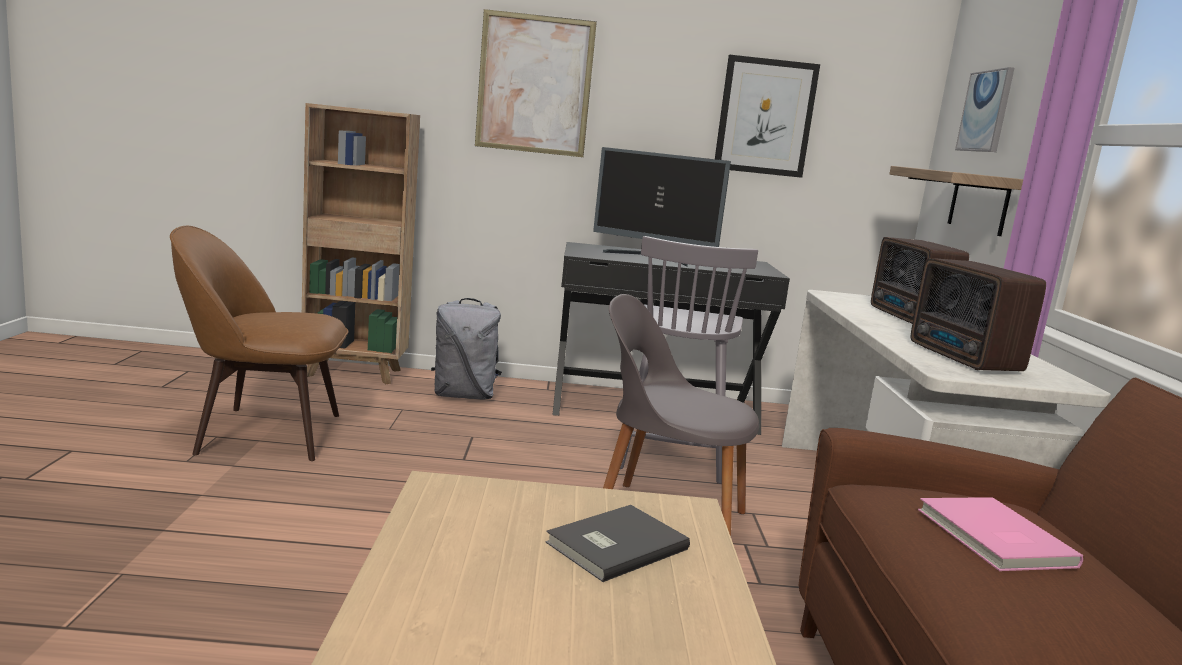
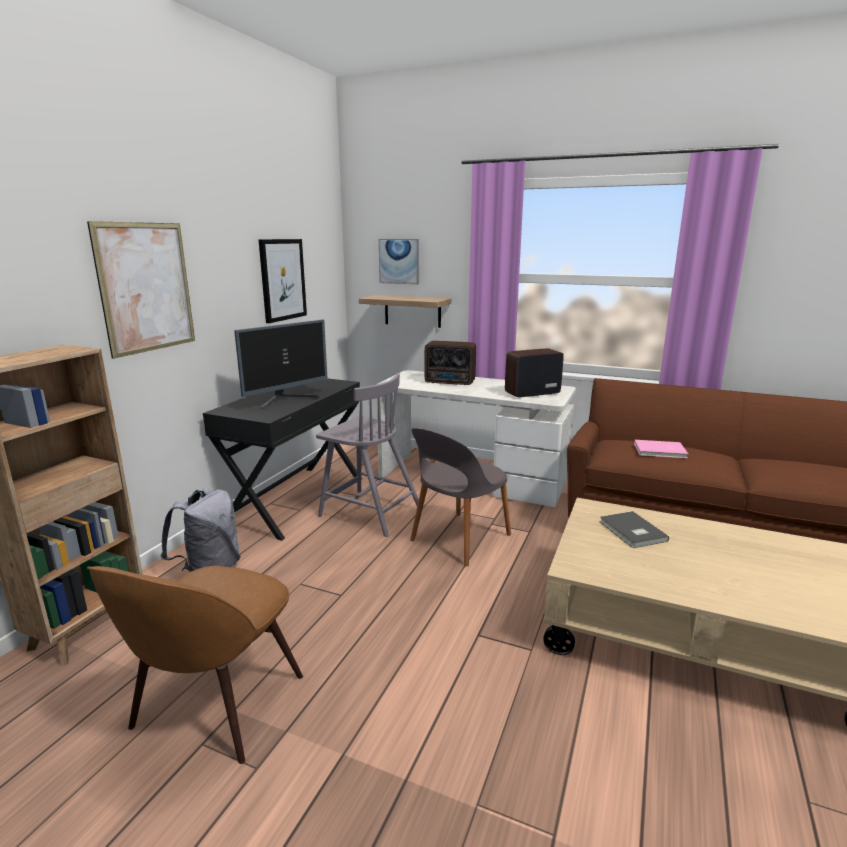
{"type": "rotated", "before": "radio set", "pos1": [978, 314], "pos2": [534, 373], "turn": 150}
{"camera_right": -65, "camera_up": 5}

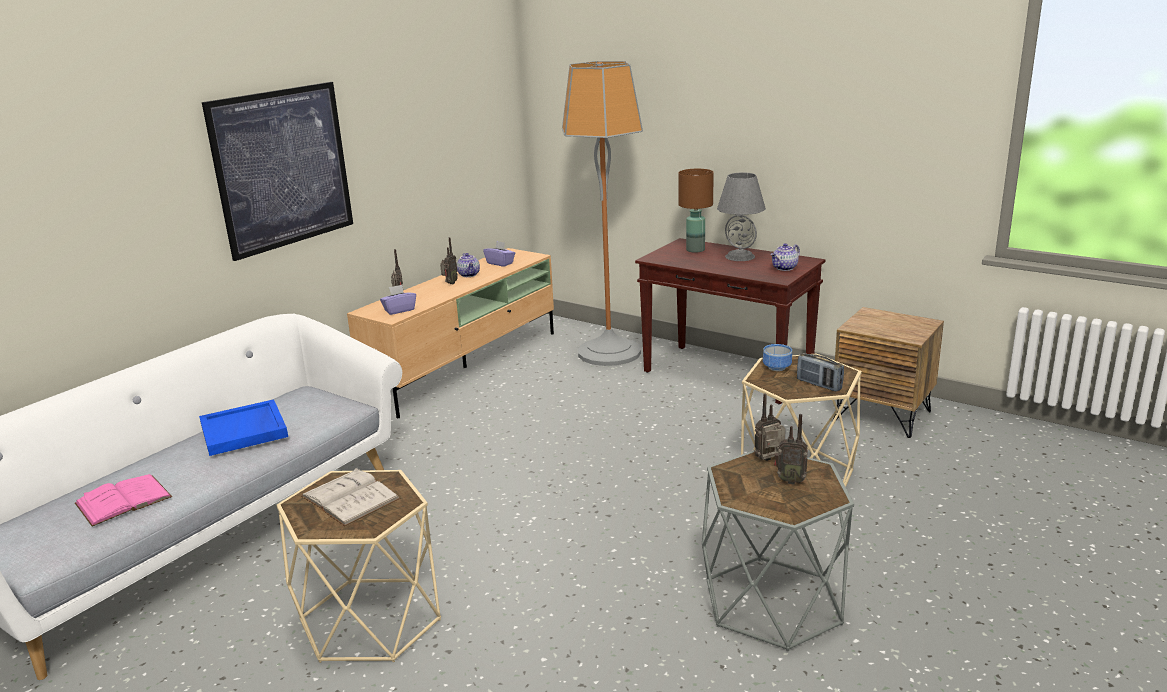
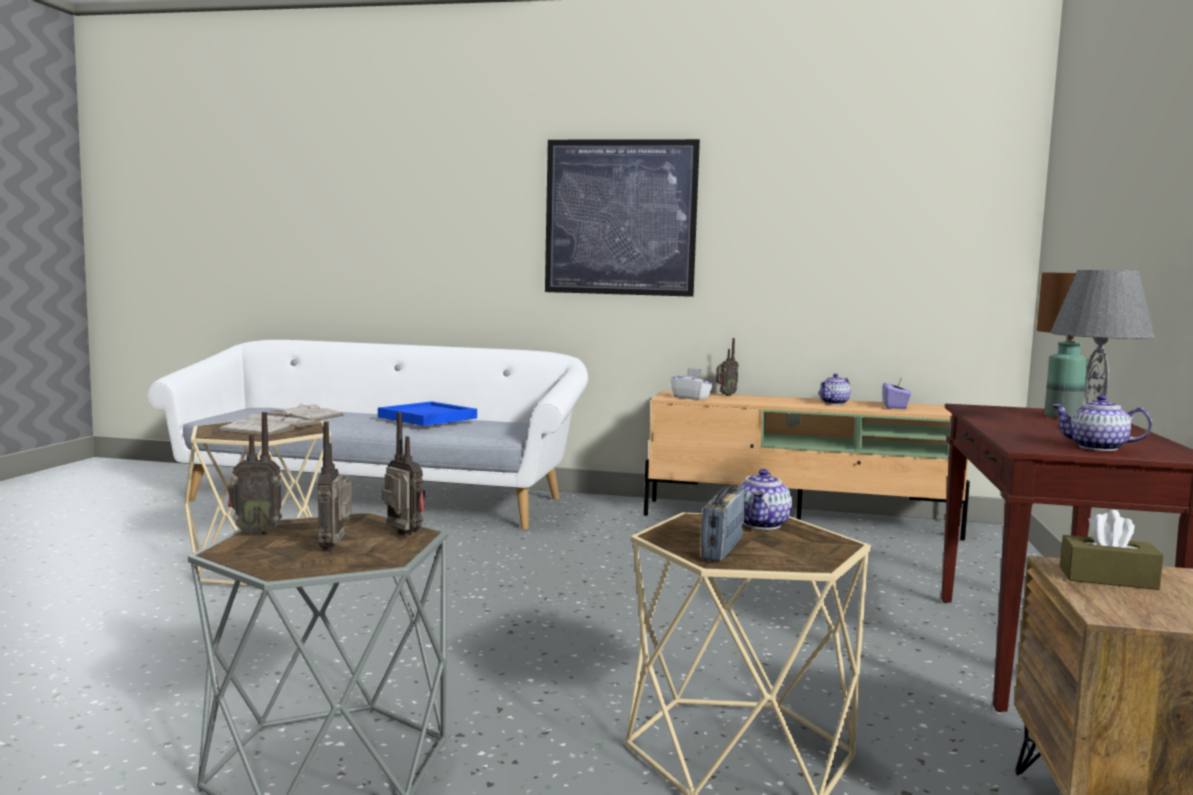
{"type": "gone", "before": "standing lamp", "pos1": [602, 213]}
{"type": "new", "after": "brownish box of tissues", "pos2": [1112, 550]}
{"type": "shifted", "before": "radio set", "pos1": [449, 260], "pos2": [254, 474]}
{"type": "swapped", "before": "serving bowl", "after": "tea pot", "pos1": [777, 357], "pos2": [765, 499]}
{"type": "repainted", "before": "pinkish volume", "after": "white volume", "pos1": [123, 500], "pos2": [305, 412]}
{"type": "repainted", "before": "purple box of tissues", "after": "white box of tissues", "pos1": [398, 300], "pos2": [691, 384]}
{"camera_right": 65, "camera_up": -15}

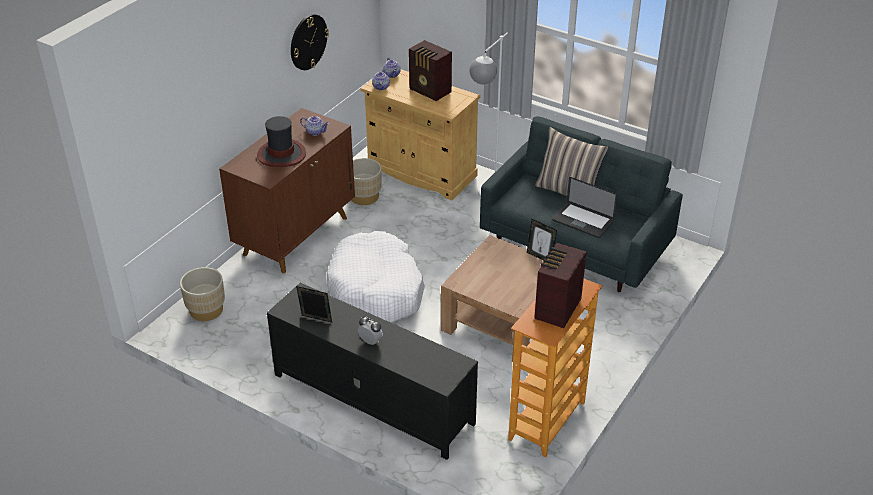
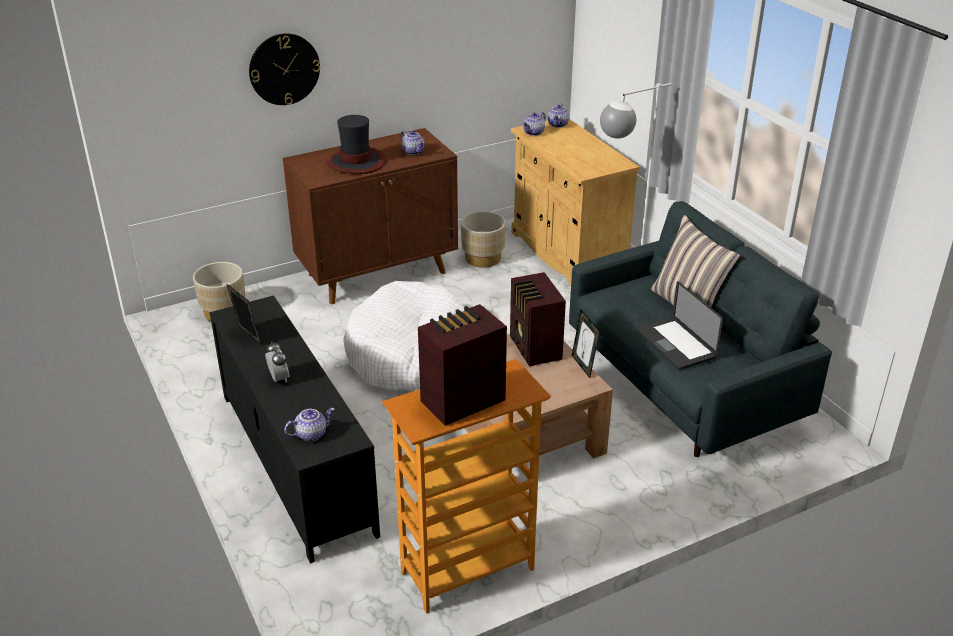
{"type": "new", "after": "tea pot", "pos2": [309, 425]}
{"type": "shifted", "before": "clock on the wall", "pos1": [310, 42], "pos2": [284, 69]}
{"type": "shifted", "before": "radio set", "pos1": [430, 70], "pos2": [538, 319]}
{"camera_right": 30, "camera_up": -5}

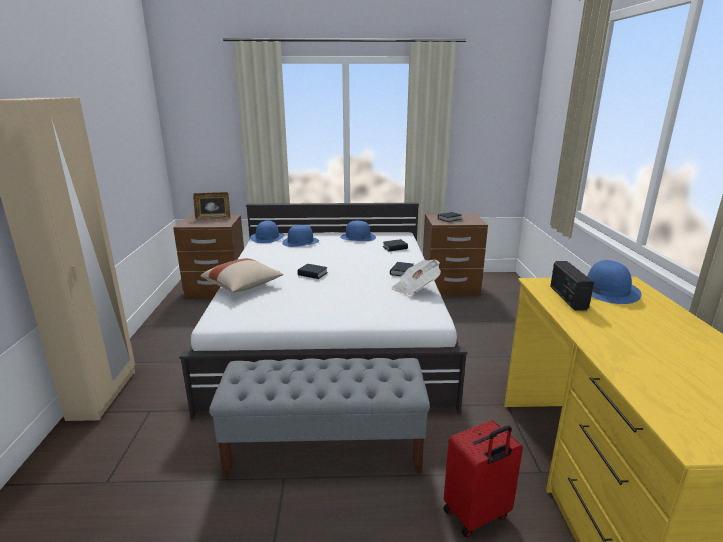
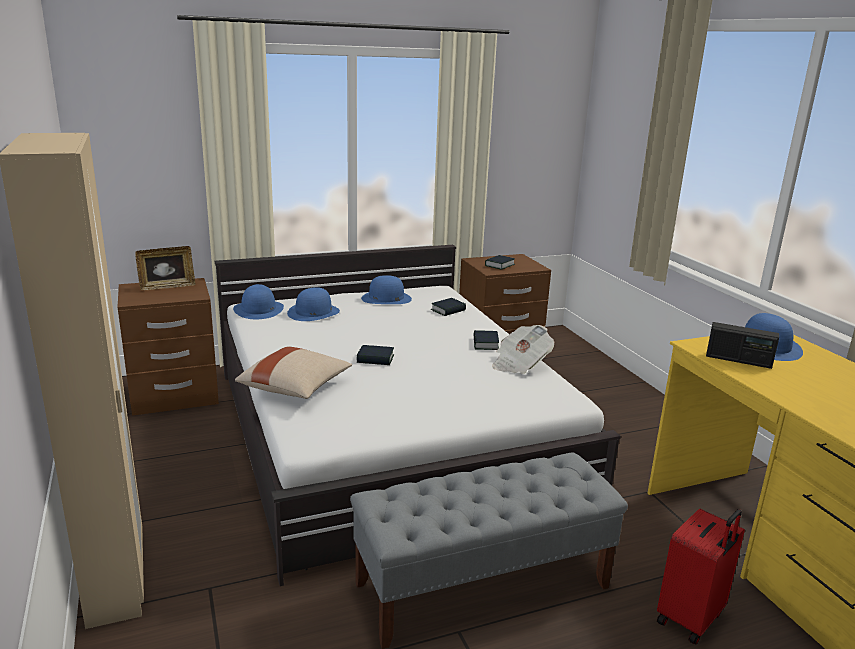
{"type": "rotated", "before": "radio set", "pos1": [572, 285], "pos2": [742, 345], "turn": -45}
{"camera_right": -20, "camera_up": 0}

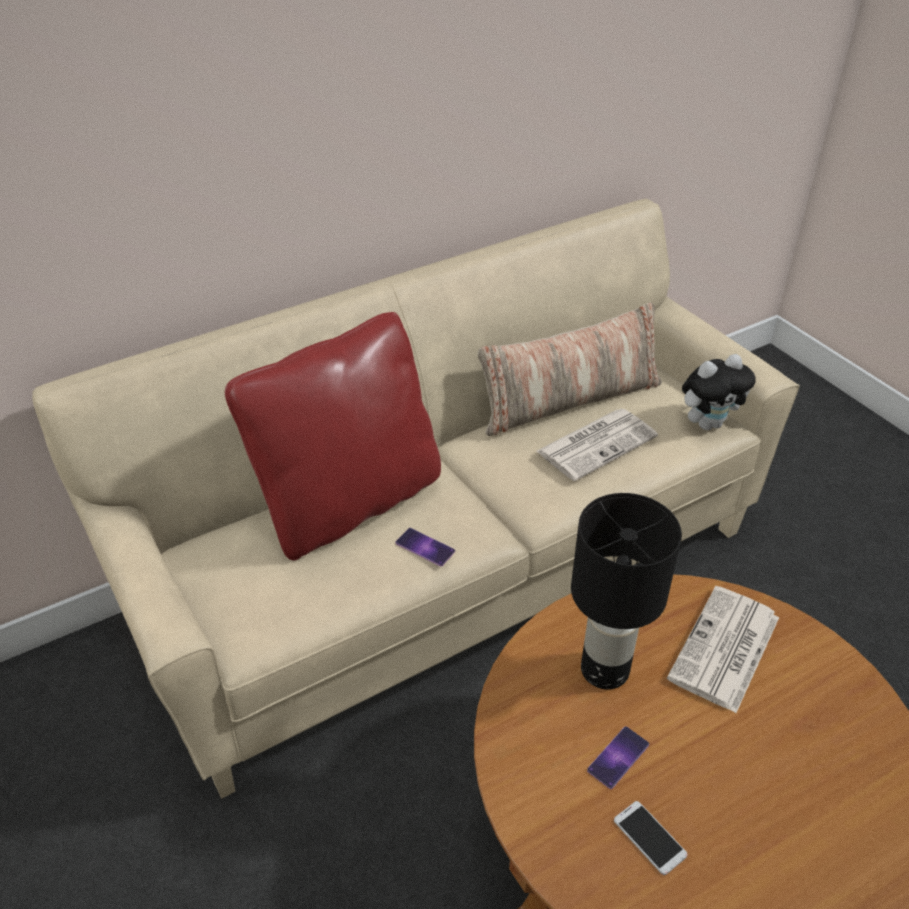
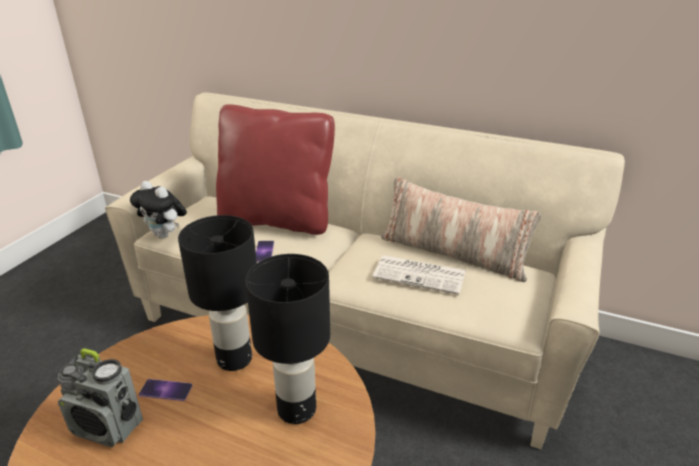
{"type": "shifted", "before": "soft toy", "pos1": [719, 392], "pos2": [158, 210]}
{"type": "swapped", "before": "handset", "after": "radio set", "pos1": [651, 838], "pos2": [100, 397]}
{"type": "swapped", "before": "printed paper", "after": "black-coloured table lamp", "pos1": [723, 649], "pos2": [287, 339]}
{"camera_right": 55, "camera_up": -10}

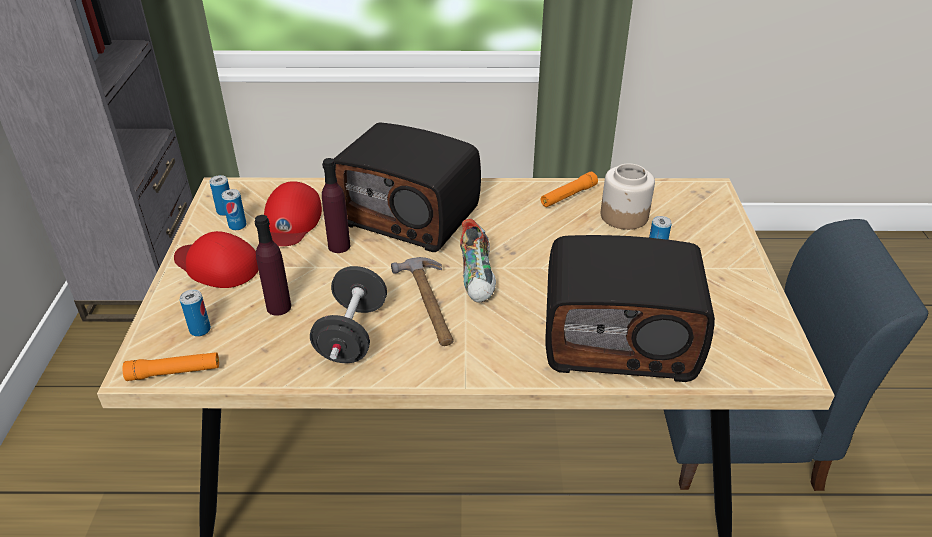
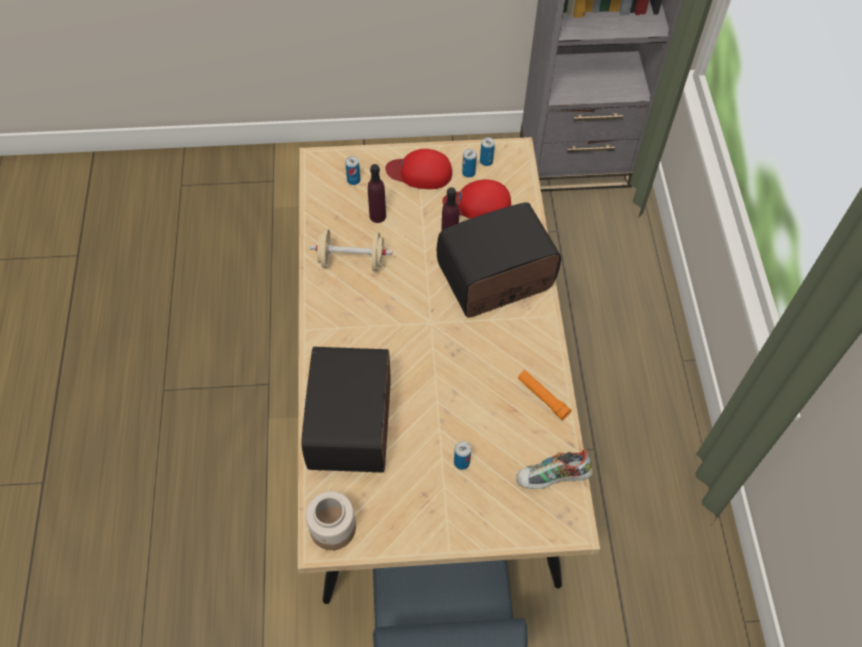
{"type": "gone", "before": "orange-coloured hand torch", "pos1": [170, 366]}
{"type": "gone", "before": "tool hammer", "pos1": [422, 301]}
{"type": "shifted", "before": "item of footwear", "pos1": [478, 261], "pos2": [554, 469]}
{"type": "shifted", "before": "preserve jar", "pos1": [628, 196], "pos2": [331, 520]}
{"type": "repainted", "before": "black-coloured hand weight", "after": "beige hand weight", "pos1": [348, 314], "pos2": [351, 250]}
{"type": "rotated", "before": "red peaked cap", "pos1": [216, 259], "pos2": [418, 169], "turn": -105}
{"type": "rotated", "before": "radio set", "pos1": [407, 187], "pos2": [499, 259], "turn": 45}
{"camera_right": 85, "camera_up": 20}

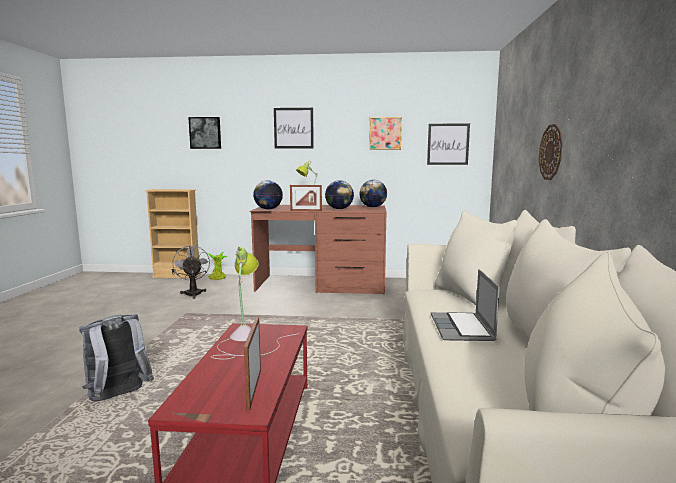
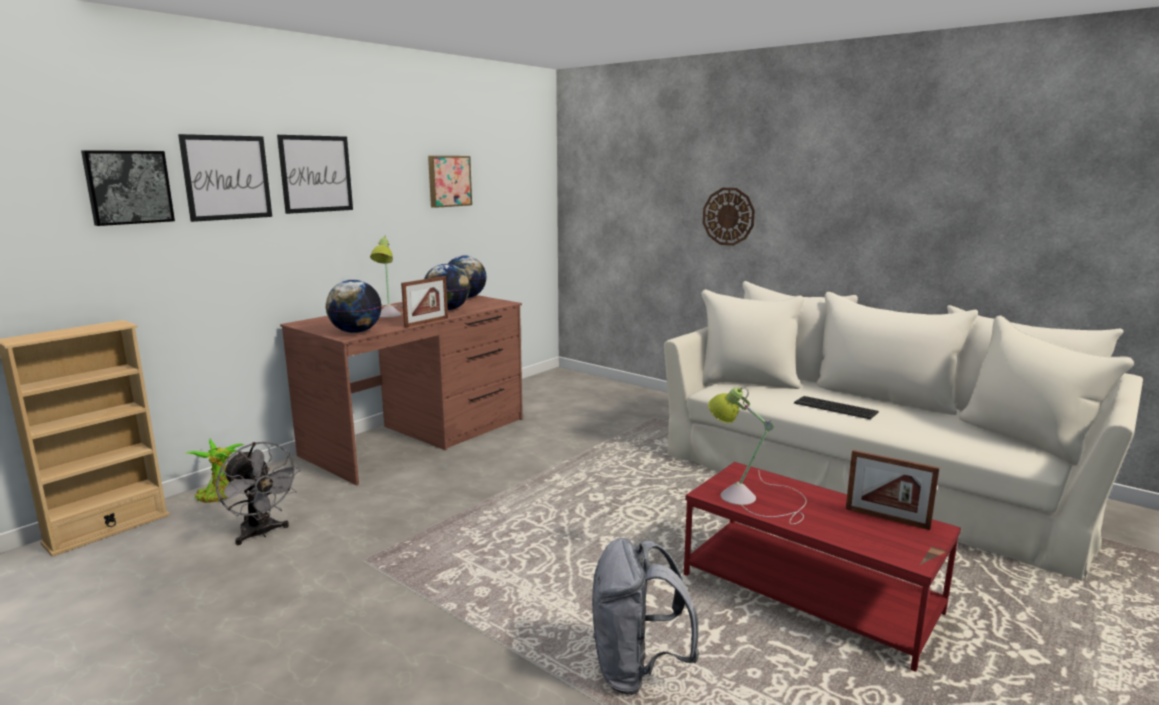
{"type": "shifted", "before": "wall picture", "pos1": [448, 144], "pos2": [225, 178]}
{"type": "swapped", "before": "portable computer", "after": "PC keyboard", "pos1": [465, 305], "pos2": [836, 407]}
{"type": "rotated", "before": "greyish fan", "pos1": [191, 272], "pos2": [258, 493], "turn": -150}
{"camera_right": -55, "camera_up": 5}

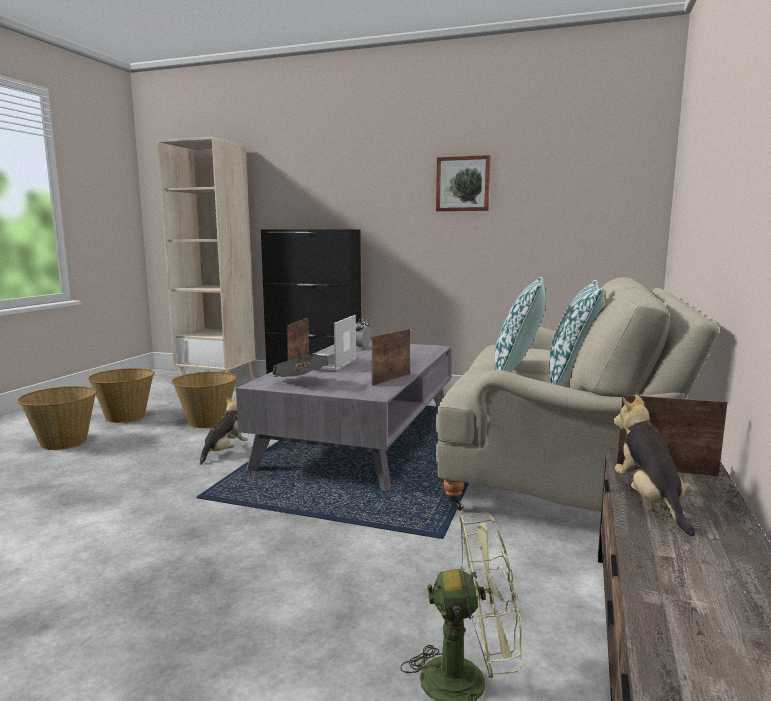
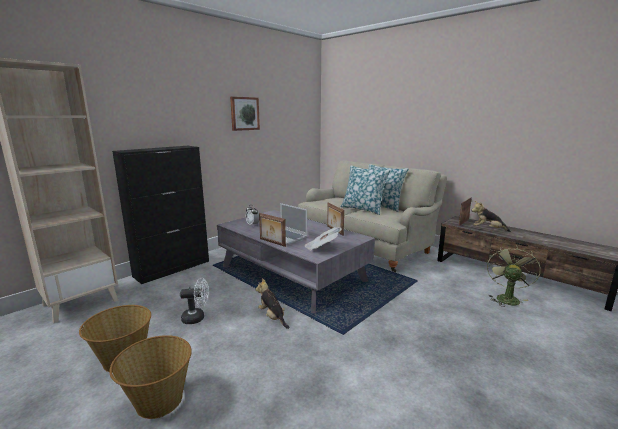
{"type": "swapped", "before": "storage basket", "after": "white fan", "pos1": [204, 400], "pos2": [194, 301]}
{"camera_right": -65, "camera_up": 5}

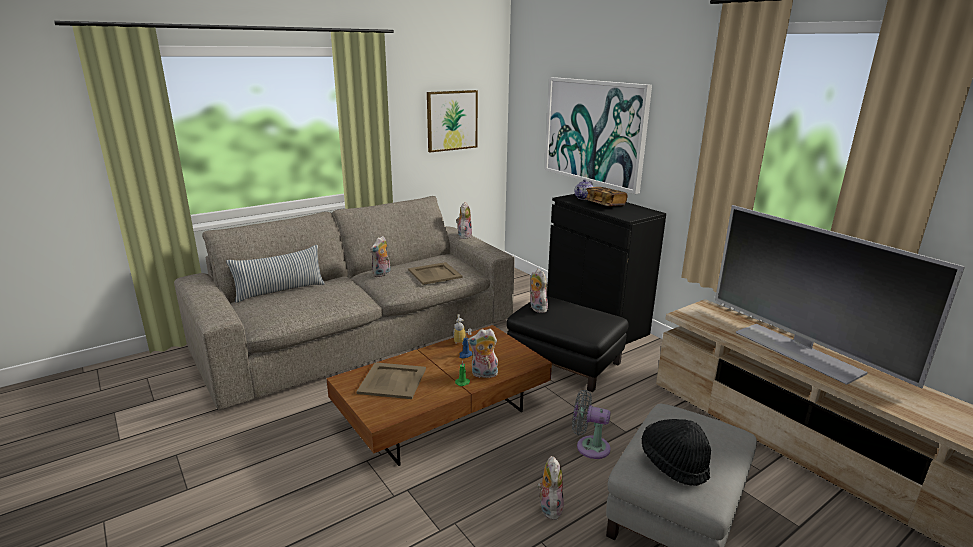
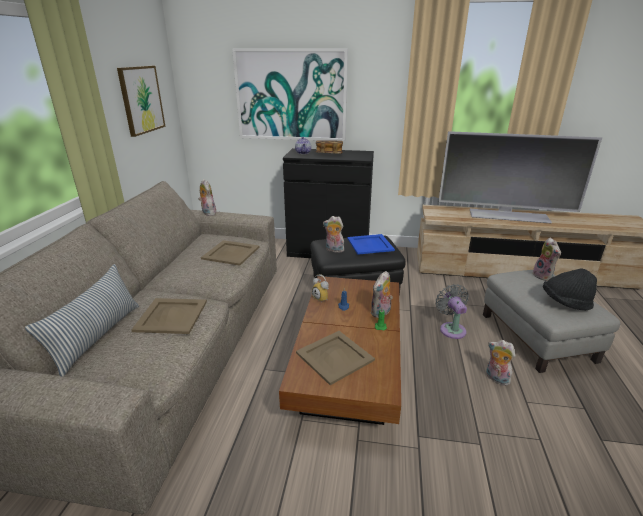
{"type": "new", "after": "beige carrying tray", "pos2": [169, 316]}
{"type": "new", "after": "blue-coloured carrying tray", "pos2": [371, 244]}
{"type": "shifted", "before": "soft toy", "pos1": [380, 256], "pos2": [547, 259]}
{"type": "rotated", "before": "greyish fan", "pos1": [591, 424], "pos2": [452, 311], "turn": 105}
{"camera_right": -45, "camera_up": 5}

